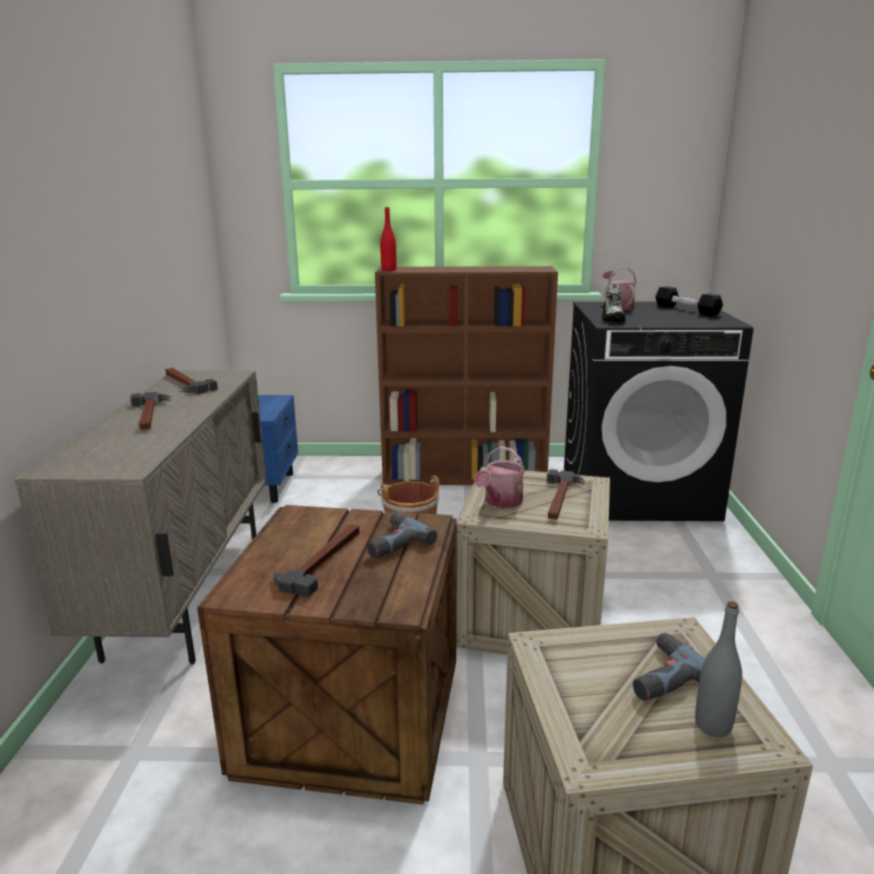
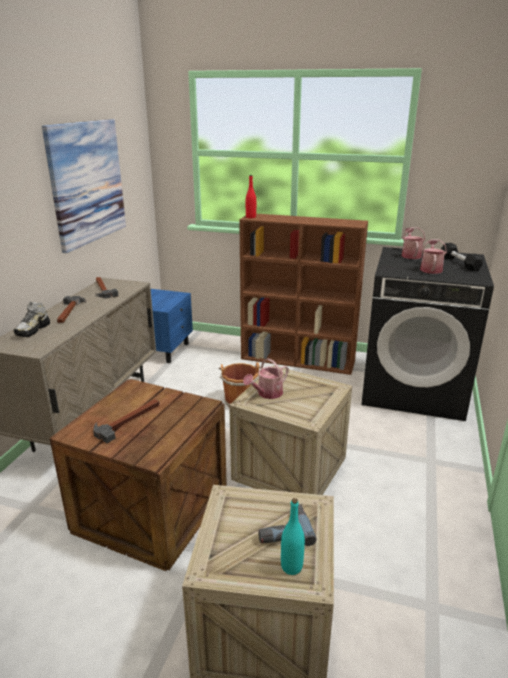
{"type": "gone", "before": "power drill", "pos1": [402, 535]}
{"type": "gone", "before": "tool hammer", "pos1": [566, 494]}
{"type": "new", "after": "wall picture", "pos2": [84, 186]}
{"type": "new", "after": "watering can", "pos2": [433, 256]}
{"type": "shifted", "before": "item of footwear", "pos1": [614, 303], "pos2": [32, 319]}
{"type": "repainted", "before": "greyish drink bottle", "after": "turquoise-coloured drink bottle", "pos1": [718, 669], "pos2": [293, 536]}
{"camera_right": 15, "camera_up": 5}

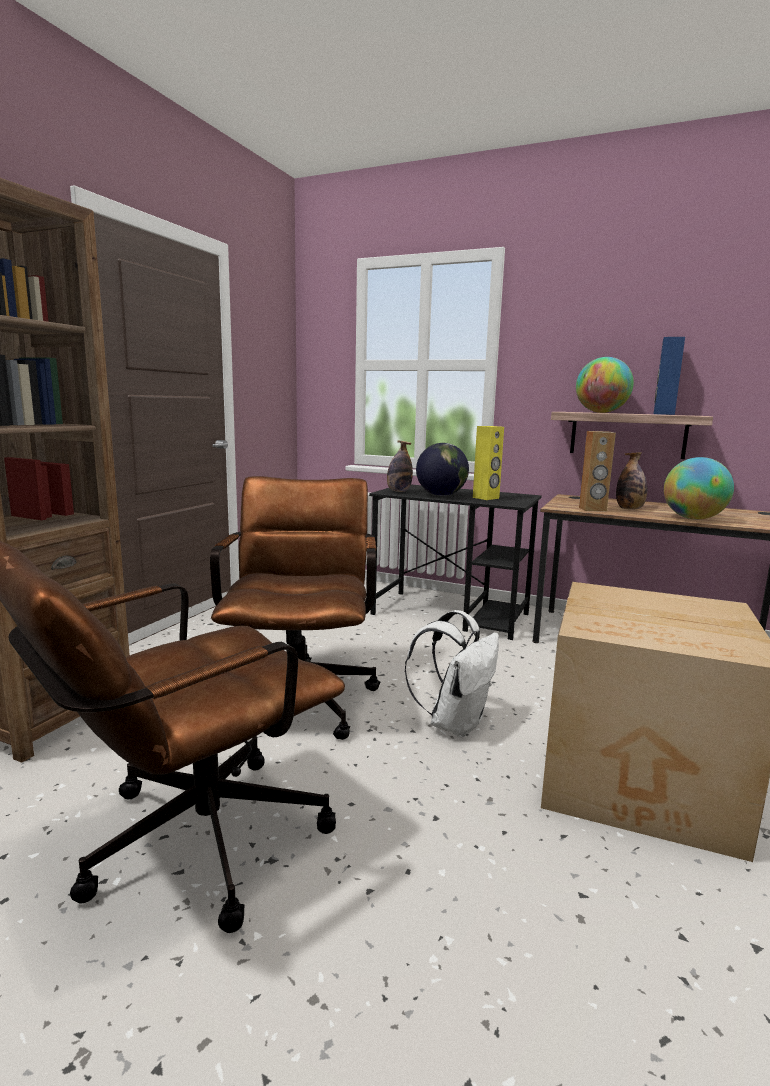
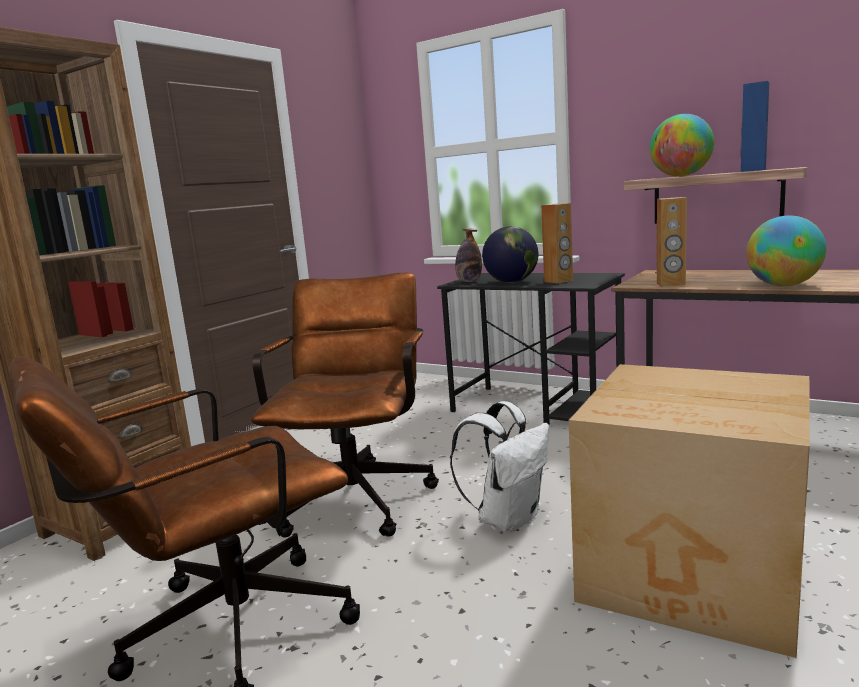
{"type": "gone", "before": "drink bottle", "pos1": [632, 481]}
{"type": "repainted", "before": "yellow-coloured loudspeaker", "after": "brownish loudspeaker", "pos1": [488, 463], "pos2": [557, 243]}
{"camera_right": 10, "camera_up": 0}

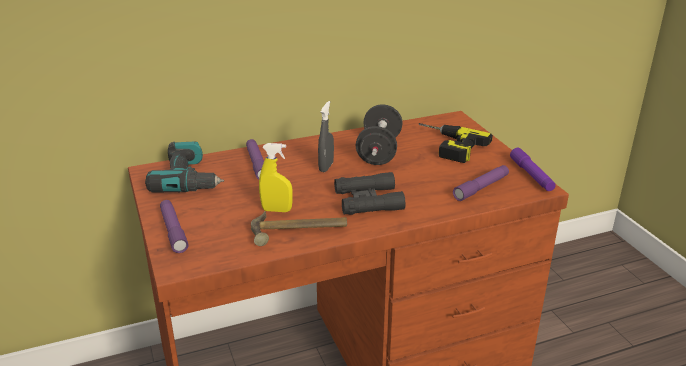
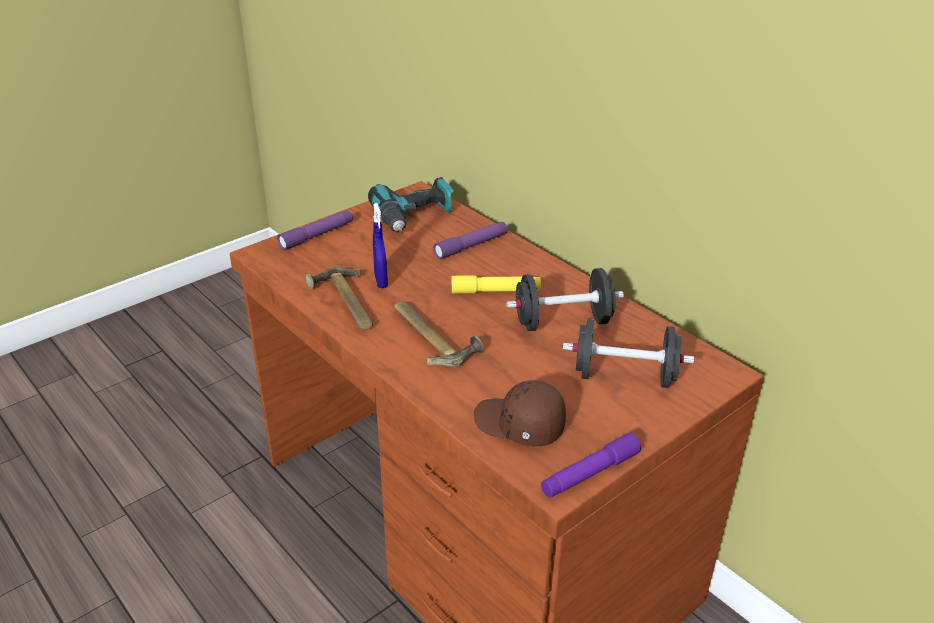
{"type": "swapped", "before": "greyish hand sprayer", "after": "yellow-coloured hand torch", "pos1": [326, 136], "pos2": [496, 284]}
{"type": "swapped", "before": "black-coloured field glasses", "after": "tool hammer", "pos1": [370, 193], "pos2": [439, 334]}
{"type": "swapped", "before": "power drill", "after": "black-coloured hand weight", "pos1": [456, 143], "pos2": [628, 353]}
{"type": "swapped", "before": "purple hand torch", "after": "brownish peaked cap", "pos1": [481, 183], "pos2": [520, 413]}
{"type": "repainted", "before": "yellow-coloured hand sprayer", "after": "blue-coloured hand sprayer", "pos1": [276, 177], "pos2": [380, 245]}
{"camera_right": 70, "camera_up": 5}

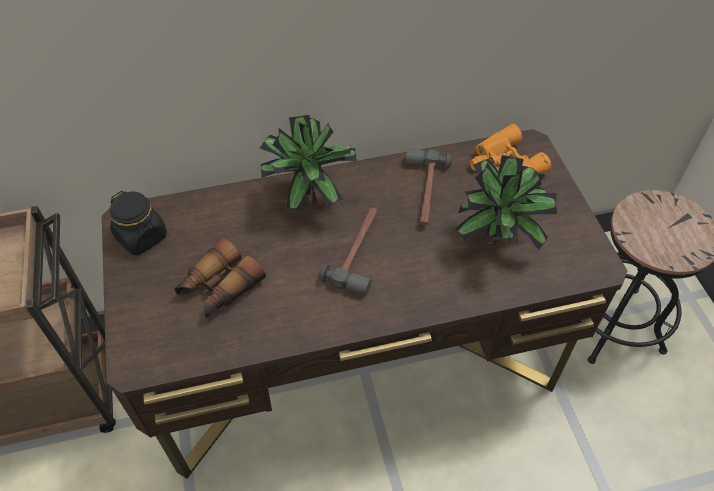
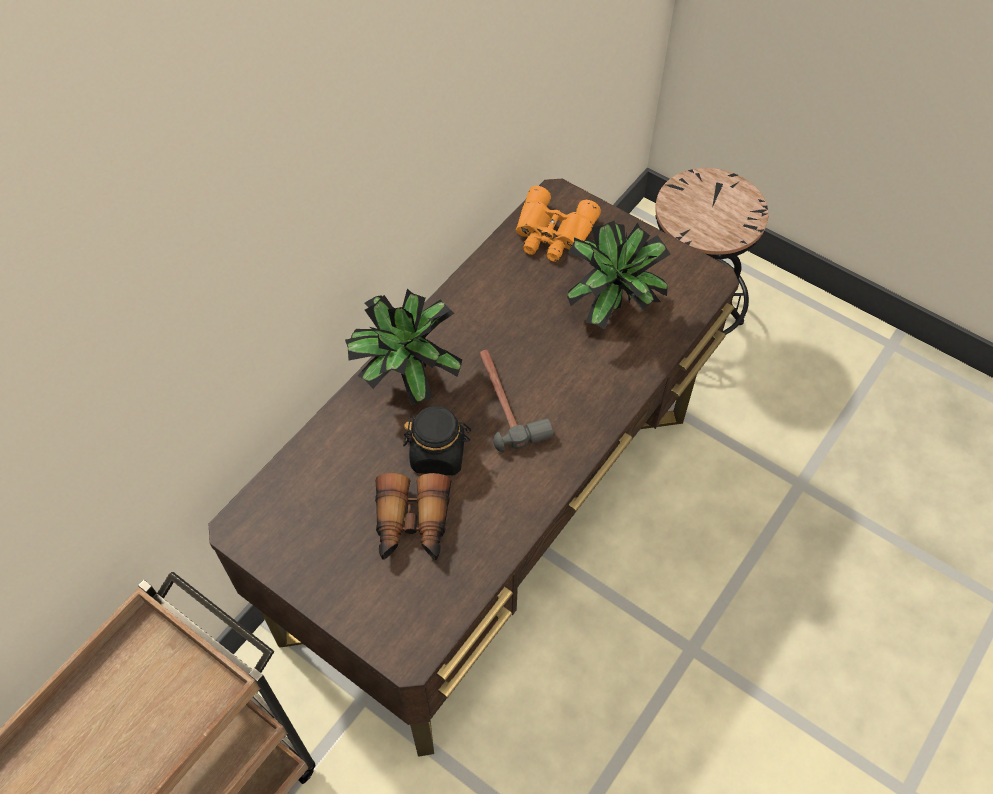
{"type": "gone", "before": "tool hammer", "pos1": [429, 187]}
{"type": "shifted", "before": "black-coloured preserve jar", "pos1": [138, 223], "pos2": [437, 440]}
{"camera_right": -40, "camera_up": 5}

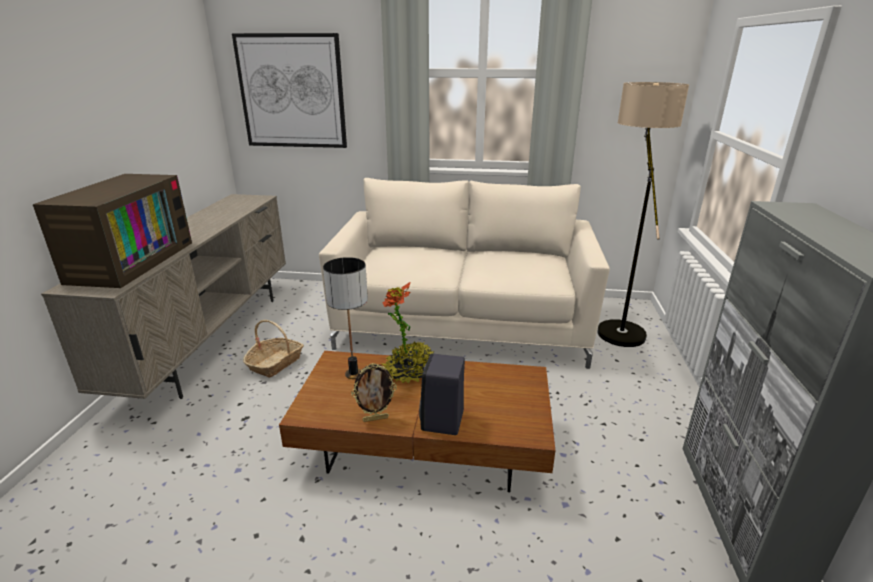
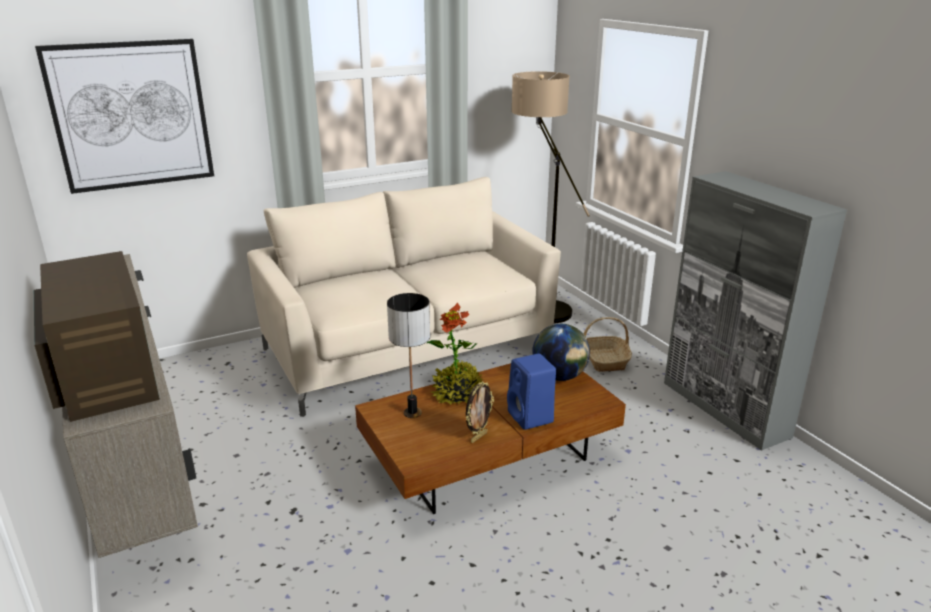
{"type": "new", "after": "globe", "pos2": [561, 352]}
{"type": "shifted", "before": "storage basket", "pos1": [273, 349], "pos2": [608, 344]}
{"type": "repainted", "before": "black-coloured loudspeaker", "after": "blue-coloured loudspeaker", "pos1": [442, 394], "pos2": [531, 392]}
{"camera_right": -35, "camera_up": 0}

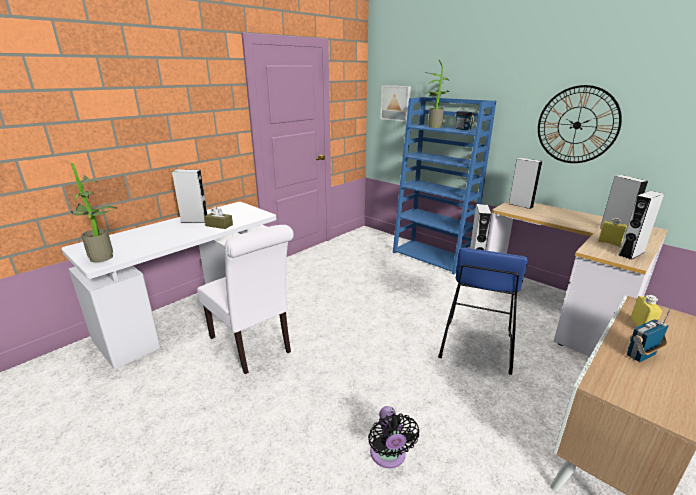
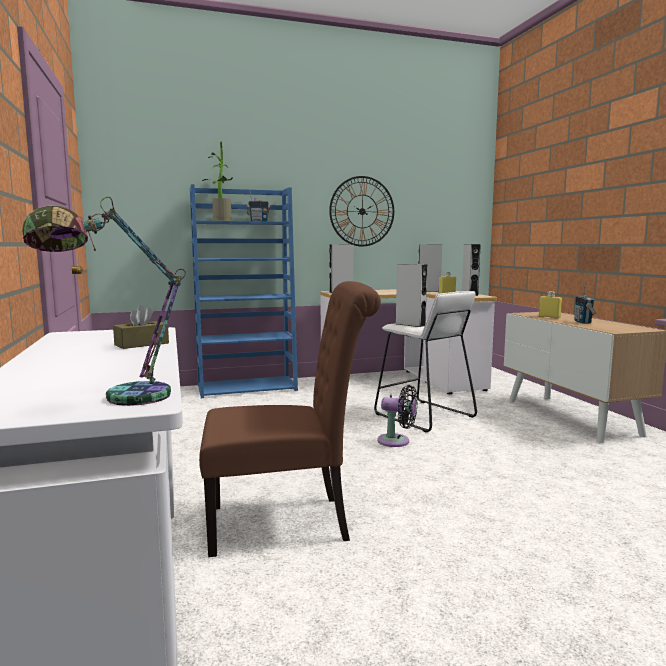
{"type": "gone", "before": "greyish loudspeaker", "pos1": [189, 196]}
{"type": "gone", "before": "wall picture", "pos1": [396, 103]}
{"type": "shifted", "before": "black-coloured fan", "pos1": [393, 437], "pos2": [398, 416]}
{"type": "swapped", "before": "houseplant", "after": "table lamp", "pos1": [94, 212], "pos2": [104, 301]}
{"type": "repainted", "before": "white plain chair", "after": "brownish plain chair", "pos1": [245, 299], "pos2": [290, 419]}
{"type": "repainted", "before": "blue-coloured stool", "after": "white stool", "pos1": [482, 311], "pos2": [425, 361]}
{"camera_right": -60, "camera_up": -15}

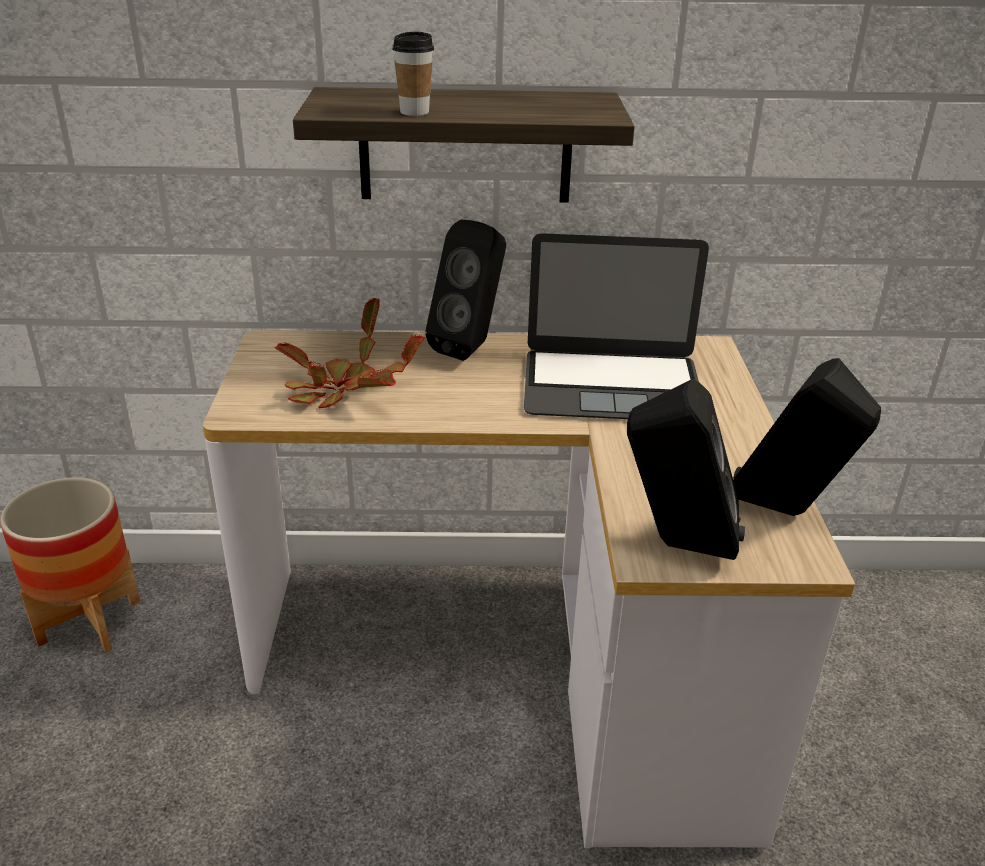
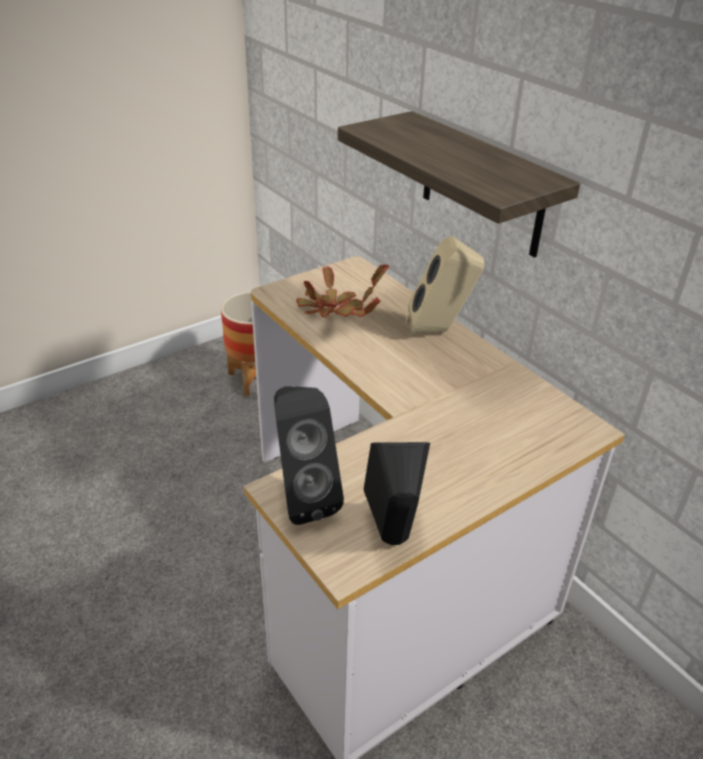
{"type": "gone", "before": "small cup", "pos1": [413, 74]}
{"type": "gone", "before": "portable computer", "pos1": [616, 326]}
{"type": "repainted", "before": "black-coloured loudspeaker", "after": "beige loudspeaker", "pos1": [465, 290], "pos2": [445, 284]}
{"camera_right": 55, "camera_up": 5}

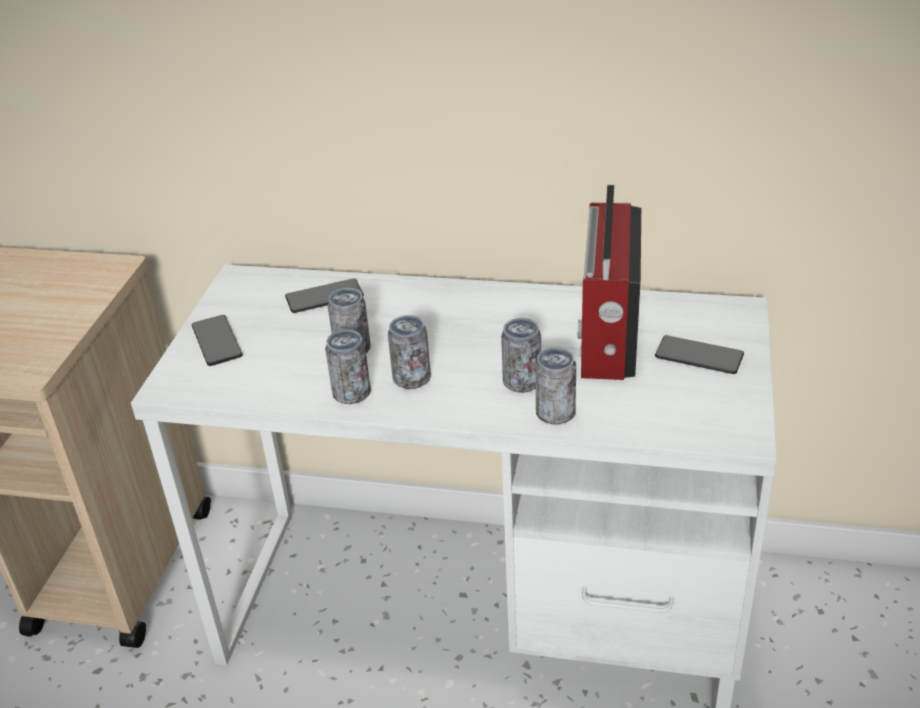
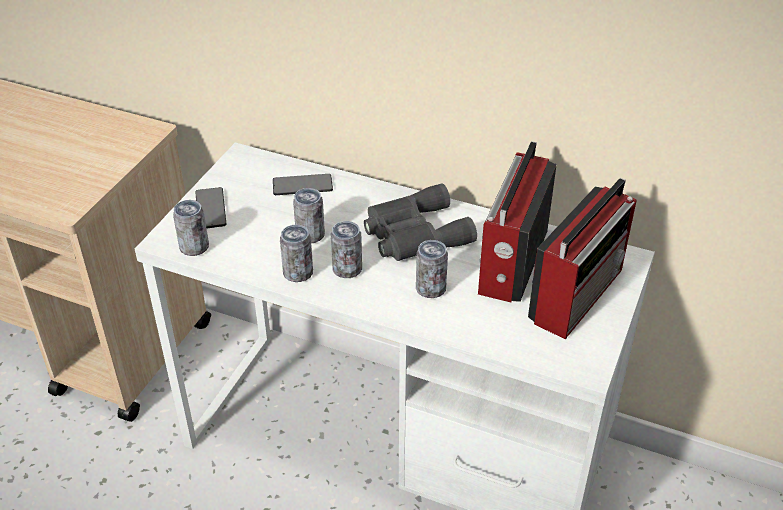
{"type": "new", "after": "greyish field glasses", "pos2": [420, 222]}
{"type": "shifted", "before": "metal can", "pos1": [555, 385], "pos2": [191, 228]}
{"type": "swapped", "before": "handset", "after": "radio set", "pos1": [699, 354], "pos2": [582, 258]}
{"camera_right": 10, "camera_up": 5}

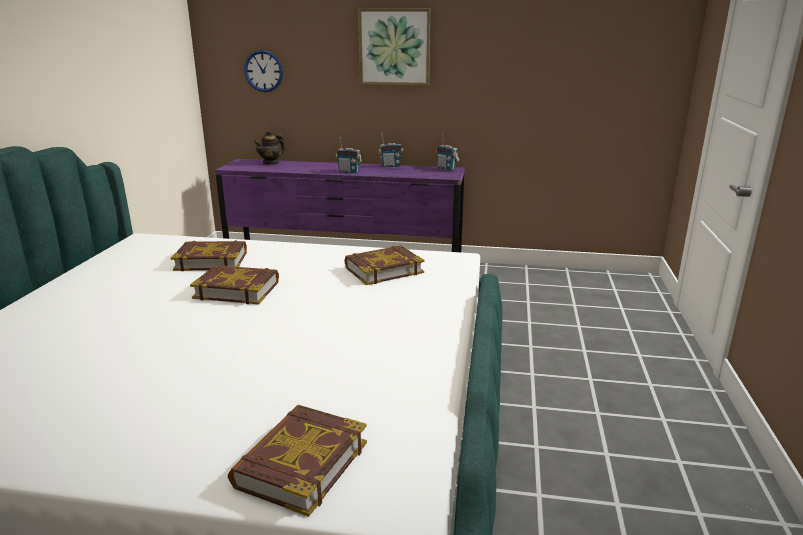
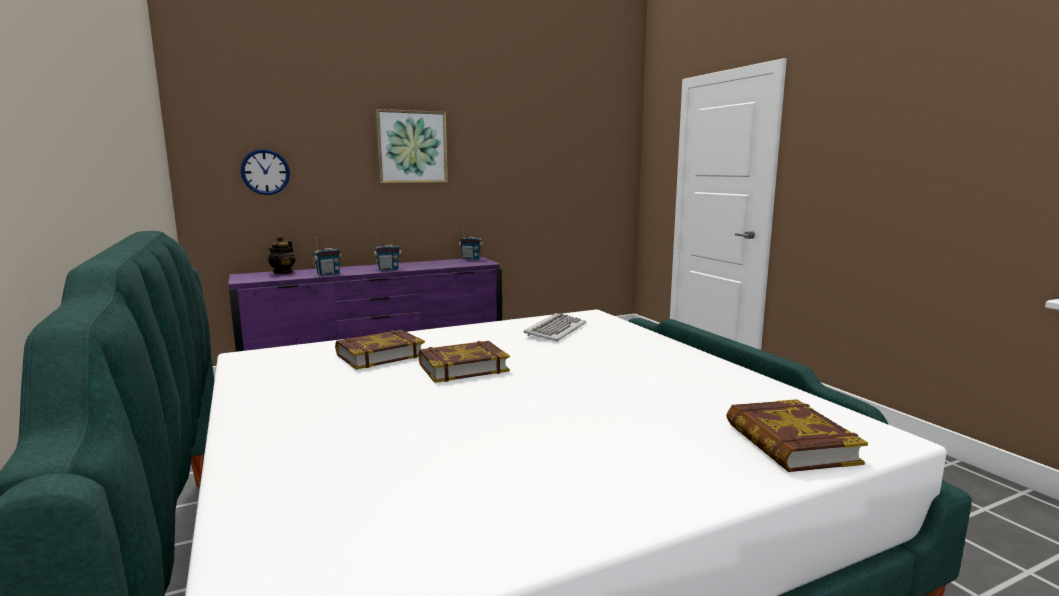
{"type": "shifted", "before": "radio set", "pos1": [390, 150], "pos2": [326, 256]}
{"type": "swapped", "before": "volume", "after": "PC keyboard", "pos1": [384, 265], "pos2": [554, 327]}
{"camera_right": -35, "camera_up": -10}

